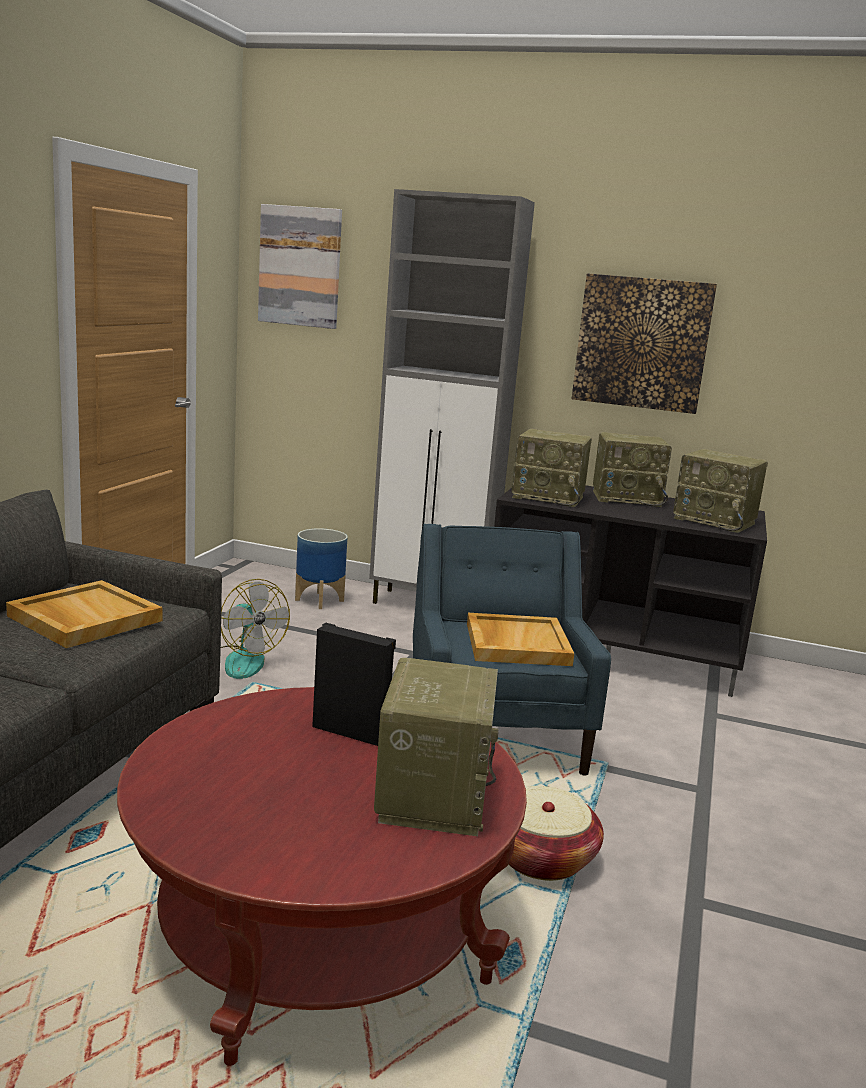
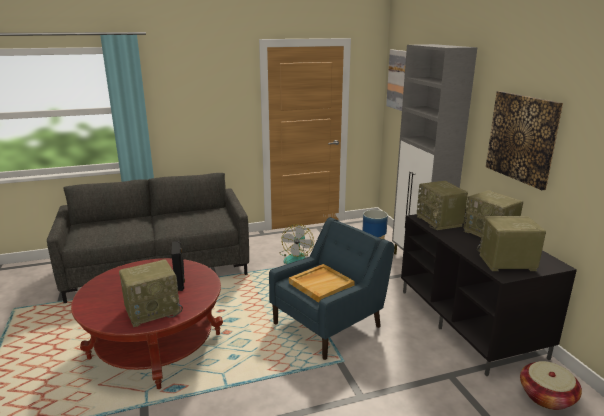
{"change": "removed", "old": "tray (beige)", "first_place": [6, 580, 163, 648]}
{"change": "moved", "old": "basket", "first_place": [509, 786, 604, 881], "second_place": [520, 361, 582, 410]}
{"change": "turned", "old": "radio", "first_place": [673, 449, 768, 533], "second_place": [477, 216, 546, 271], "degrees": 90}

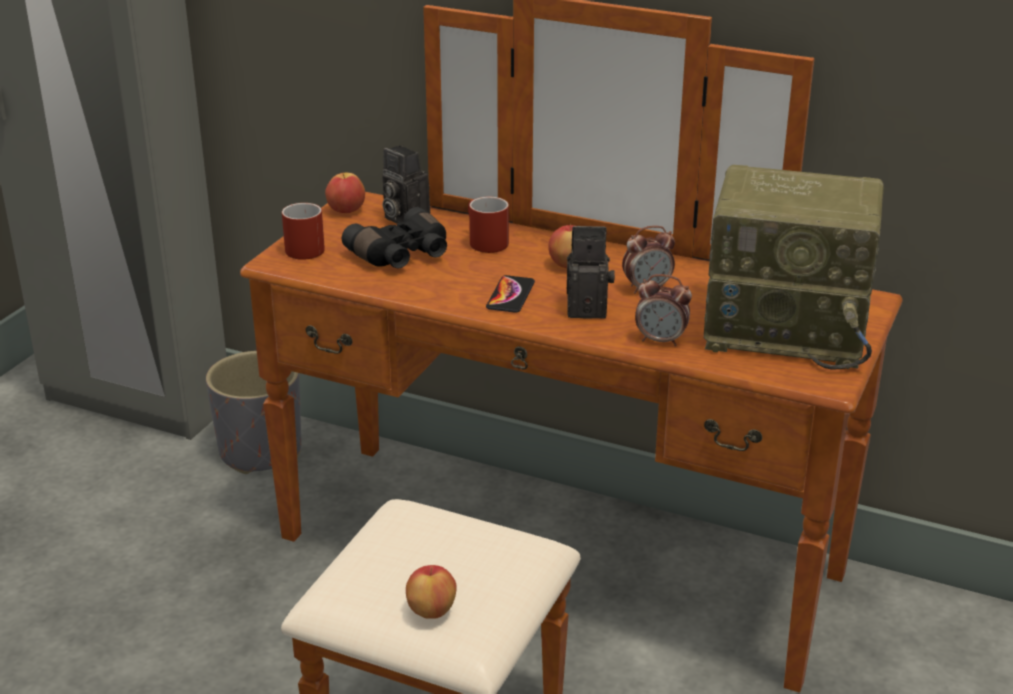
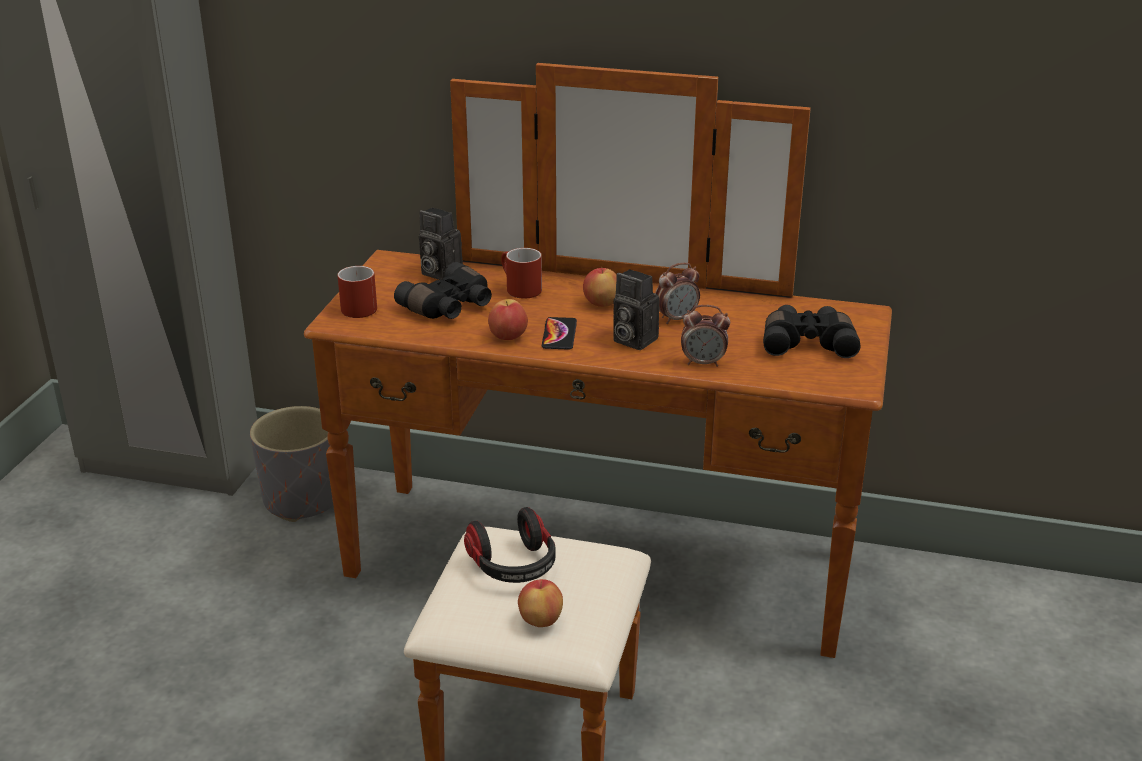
{"change": "added", "new": "headphones", "second_place": [464, 507, 556, 583]}
{"change": "moved", "old": "apple", "first_place": [325, 173, 365, 213], "second_place": [488, 299, 528, 340]}
{"change": "replaced", "old": "radio", "new": "binoculars (black)", "first_place": [703, 165, 884, 370], "second_place": [763, 305, 861, 358]}
{"change": "turned", "old": "photo camera", "first_place": [567, 226, 615, 319], "second_place": [613, 269, 660, 350], "degrees": -135}

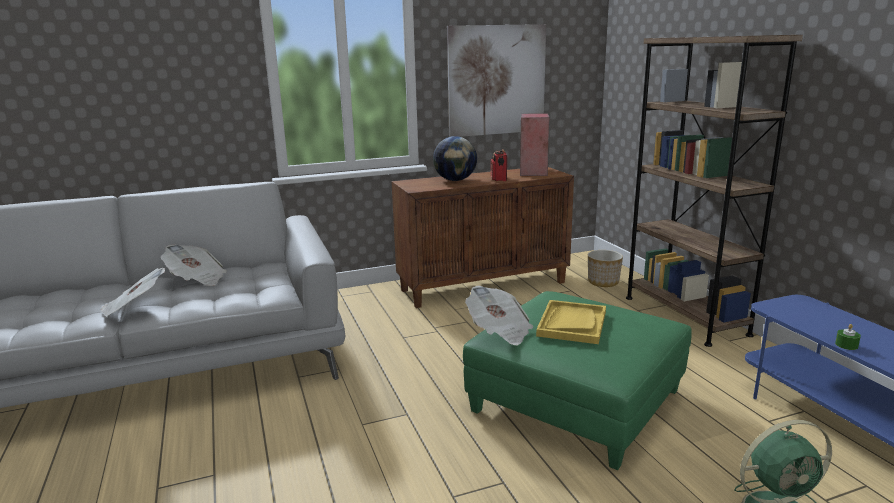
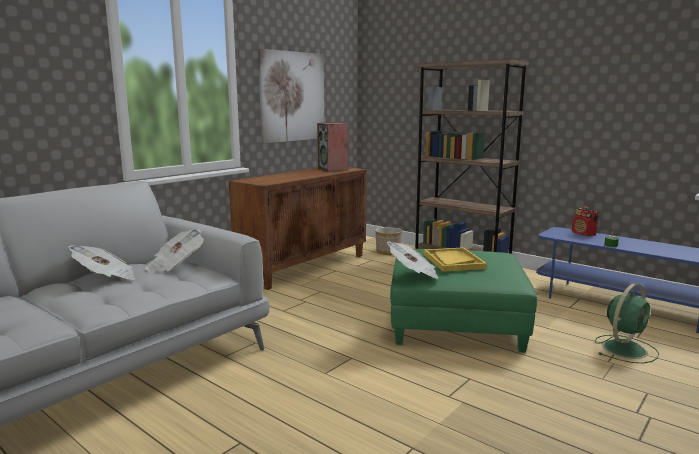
{"change": "removed", "old": "globe", "first_place": [433, 136, 477, 181]}
{"change": "moved", "old": "newspaper", "first_place": [101, 268, 165, 317], "second_place": [145, 229, 204, 272]}
{"change": "moved", "old": "radio", "first_place": [491, 149, 507, 181], "second_place": [572, 206, 599, 236]}

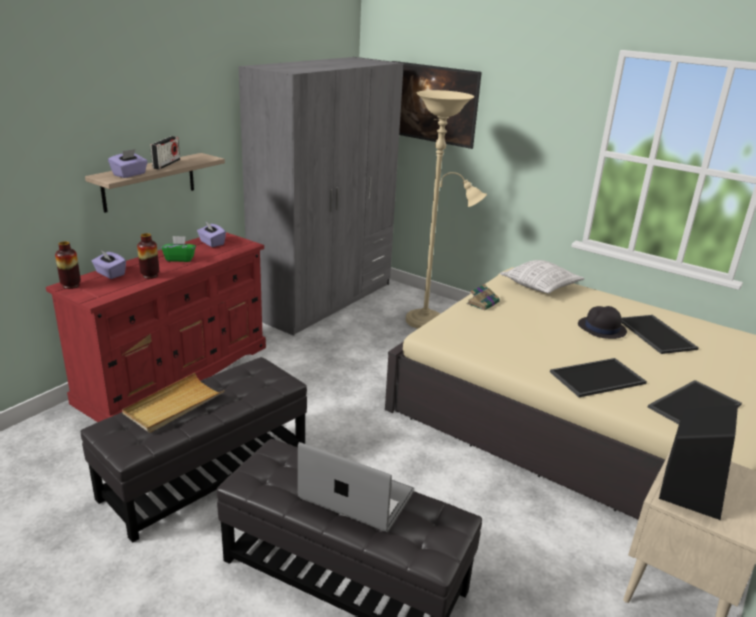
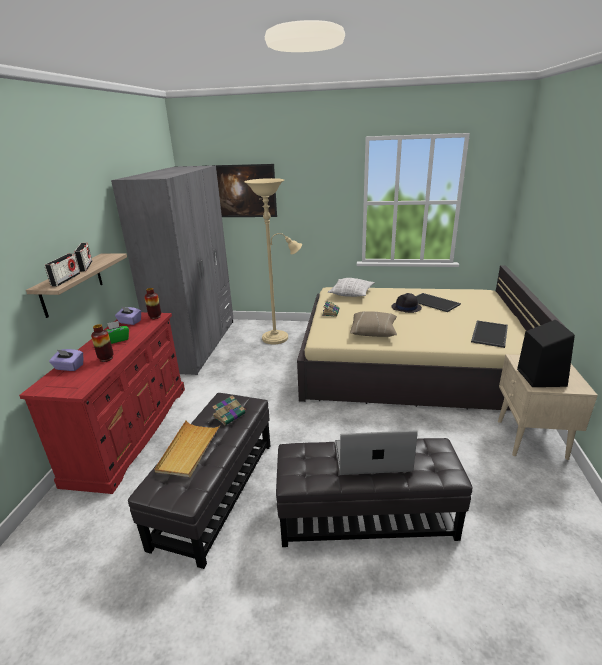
{"change": "removed", "old": "tray", "first_place": [550, 358, 647, 397]}
{"change": "added", "new": "book", "second_place": [212, 395, 246, 425]}
{"change": "added", "new": "pillow (beige)", "second_place": [350, 311, 397, 337]}
{"change": "moved", "old": "vase", "first_place": [55, 241, 81, 289], "second_place": [144, 288, 161, 319]}
{"change": "replaced", "old": "tissue box (purple)", "new": "radio", "first_place": [108, 149, 148, 178], "second_place": [45, 253, 80, 286]}

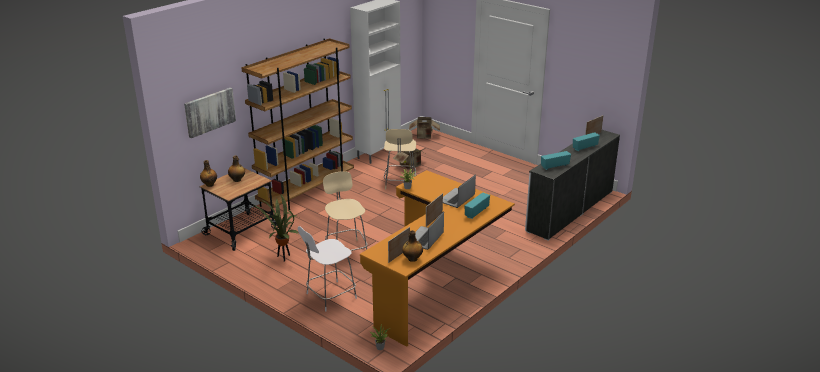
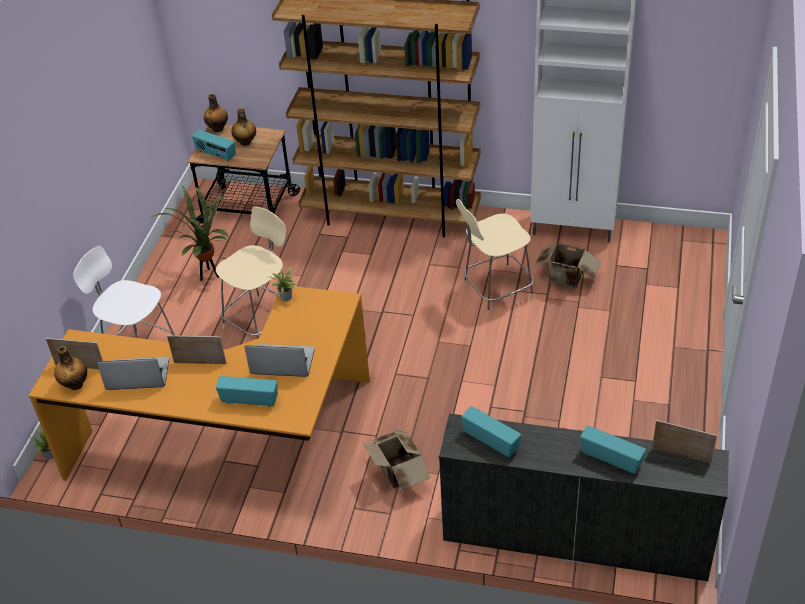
{"change": "removed", "old": "picture", "first_place": [184, 88, 236, 138]}
{"change": "added", "new": "radio", "second_place": [192, 130, 236, 162]}
{"change": "moved", "old": "cardboard box", "first_place": [409, 117, 440, 139], "second_place": [362, 429, 430, 490]}

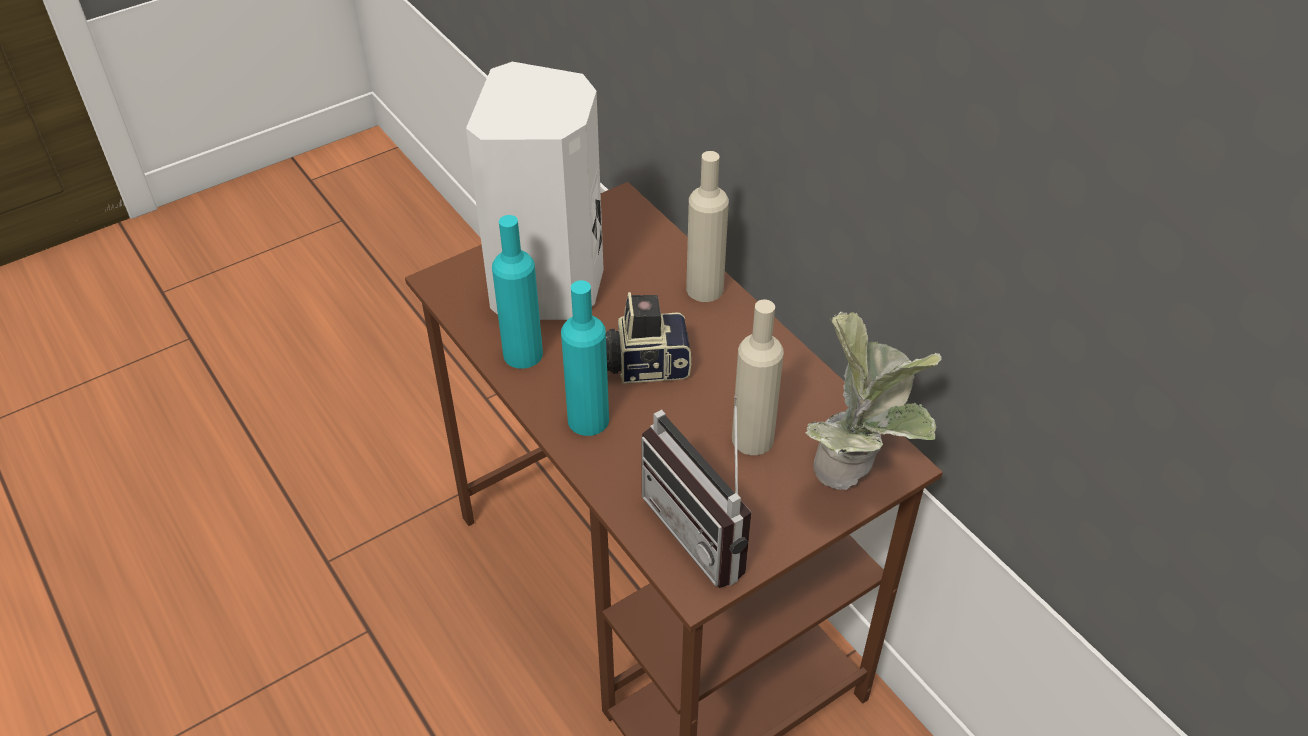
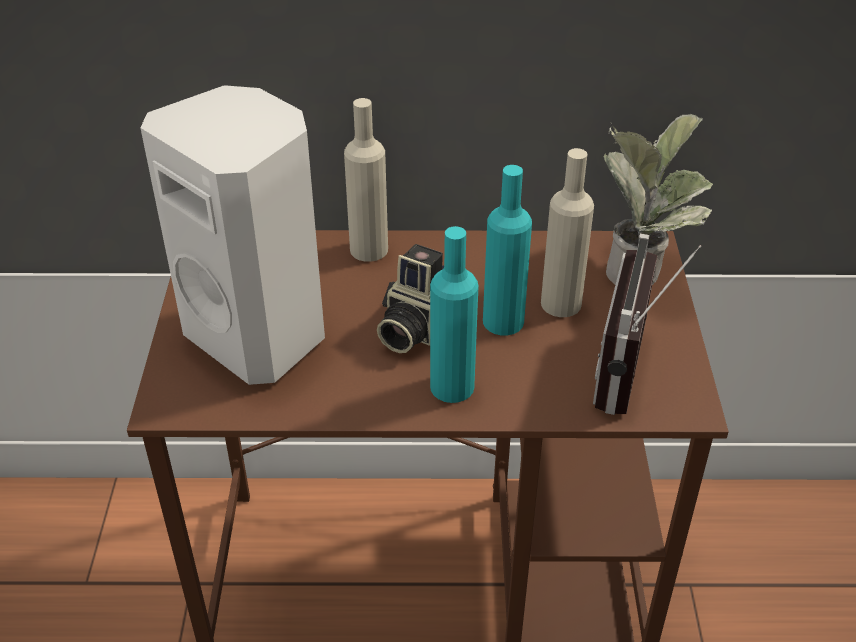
{"change": "moved", "old": "bottle (turquoise)", "first_place": [492, 215, 543, 369], "second_place": [483, 165, 532, 335]}
{"change": "turned", "old": "radio", "first_place": [641, 396, 752, 588], "second_place": [593, 234, 701, 415], "degrees": 105}

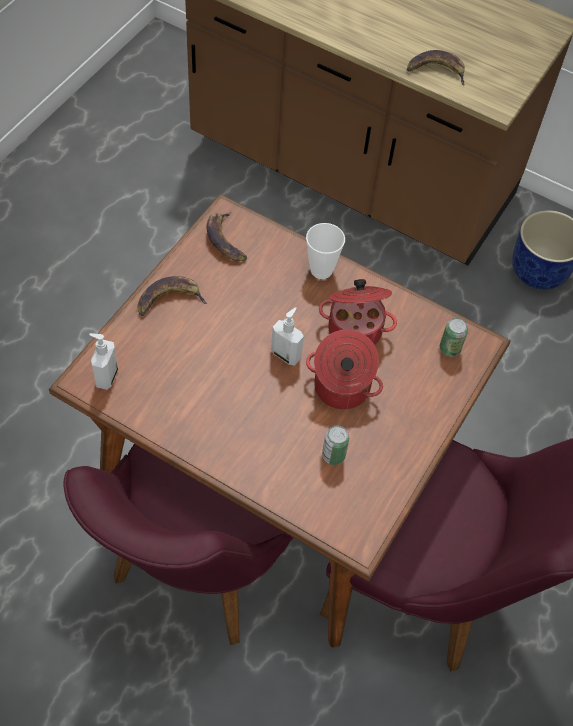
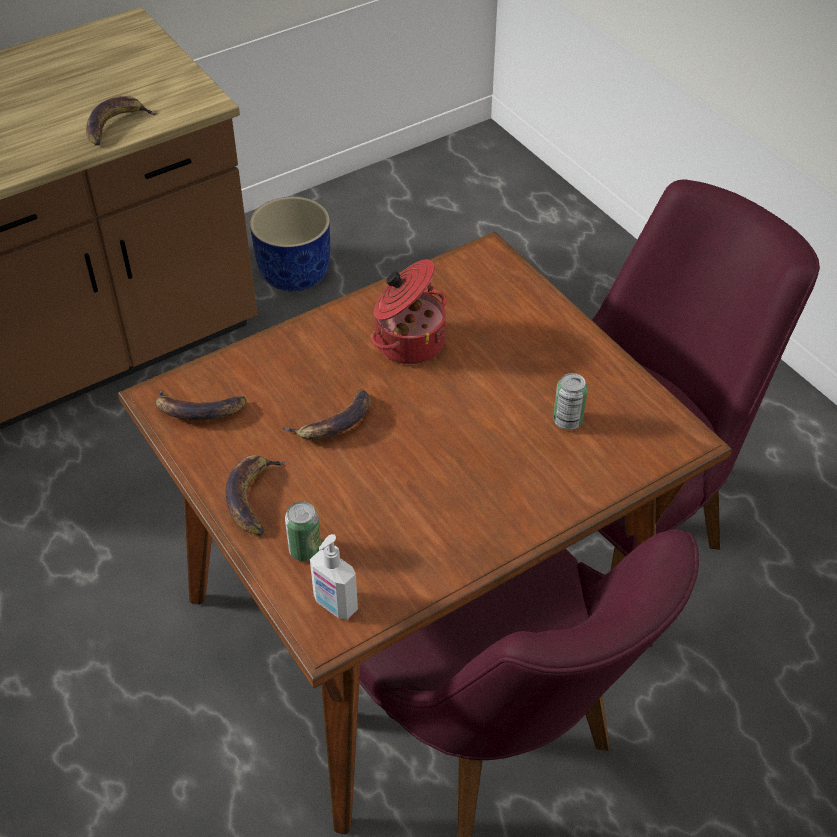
{"change": "removed", "old": "soap dispenser", "first_place": [271, 307, 304, 366]}
{"change": "removed", "old": "cup", "first_place": [306, 223, 345, 279]}
{"change": "removed", "old": "cooking pot", "first_place": [306, 330, 383, 409]}
{"change": "added", "new": "banana", "second_place": [283, 389, 371, 440]}
{"change": "moved", "old": "can", "first_place": [440, 318, 468, 357], "second_place": [285, 501, 321, 561]}

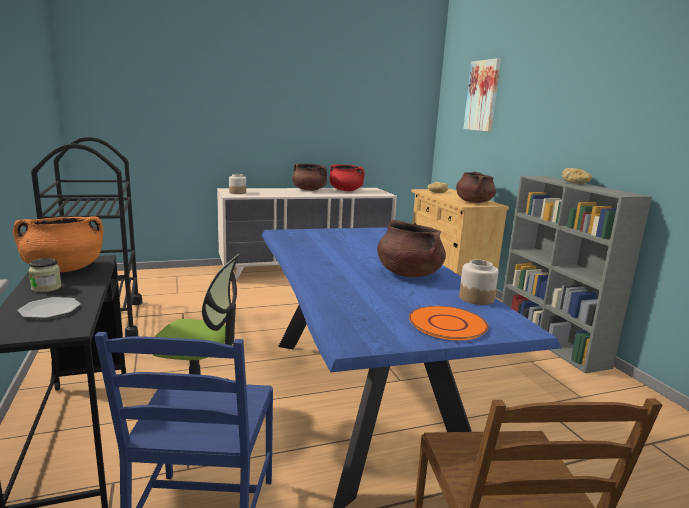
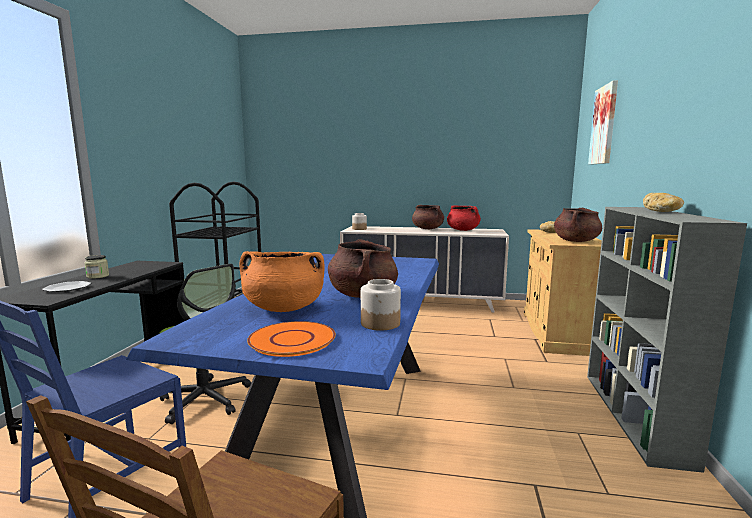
{"change": "moved", "old": "cooking pot (orange)", "first_place": [13, 216, 103, 272], "second_place": [240, 251, 325, 312]}

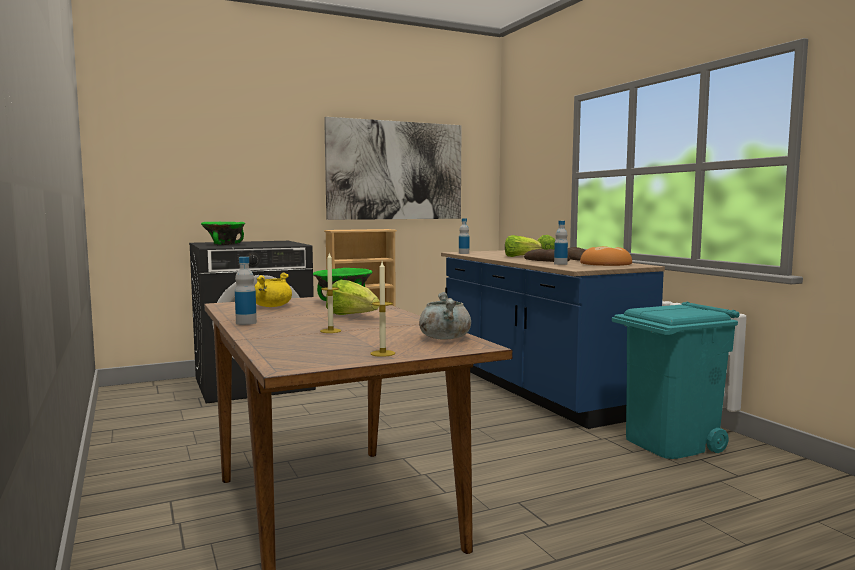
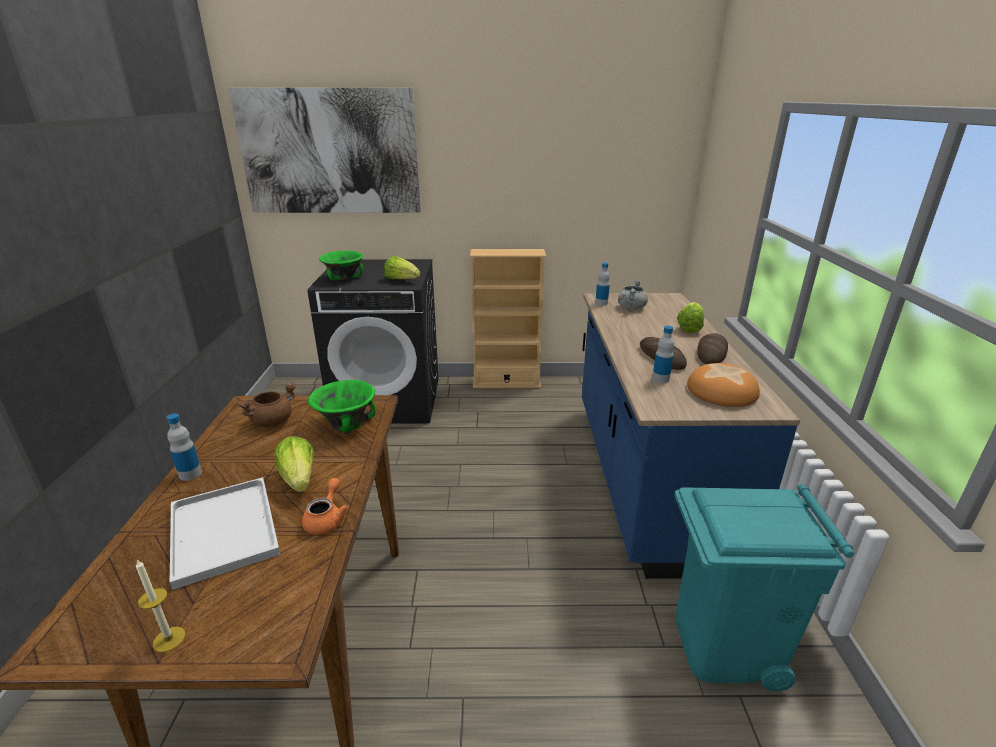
{"change": "added", "new": "teapot (orange)", "second_place": [302, 478, 349, 535]}
{"change": "moved", "old": "picture", "first_place": [324, 117, 462, 220], "second_place": [229, 88, 421, 213]}
{"change": "moved", "old": "cooking pot (grey)", "first_place": [419, 292, 471, 340], "second_place": [618, 280, 648, 309]}
{"change": "moved", "old": "lettuce", "first_place": [505, 235, 542, 257], "second_place": [384, 256, 420, 279]}
{"change": "replaced", "old": "candle", "new": "tray (white)", "first_place": [320, 253, 342, 333], "second_place": [170, 477, 280, 590]}
{"change": "recoloured", "old": "cooking pot (yellow)", "new": "cooking pot (brown)", "first_place": [254, 272, 292, 307], "second_place": [239, 383, 296, 427]}

